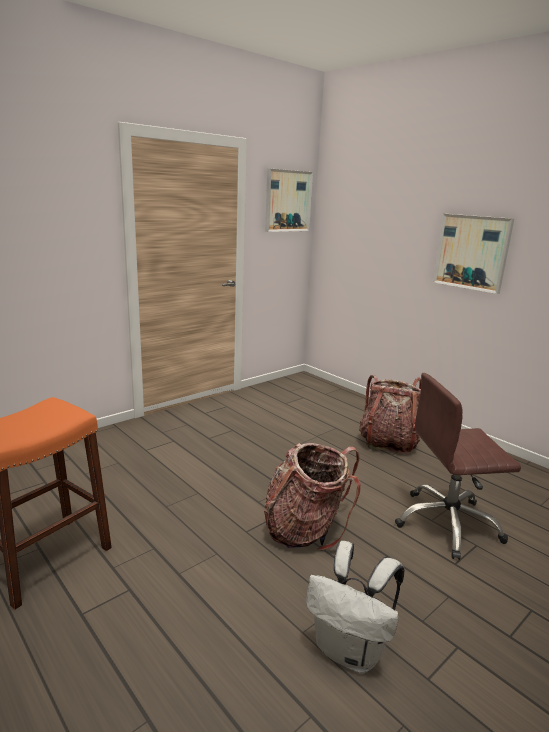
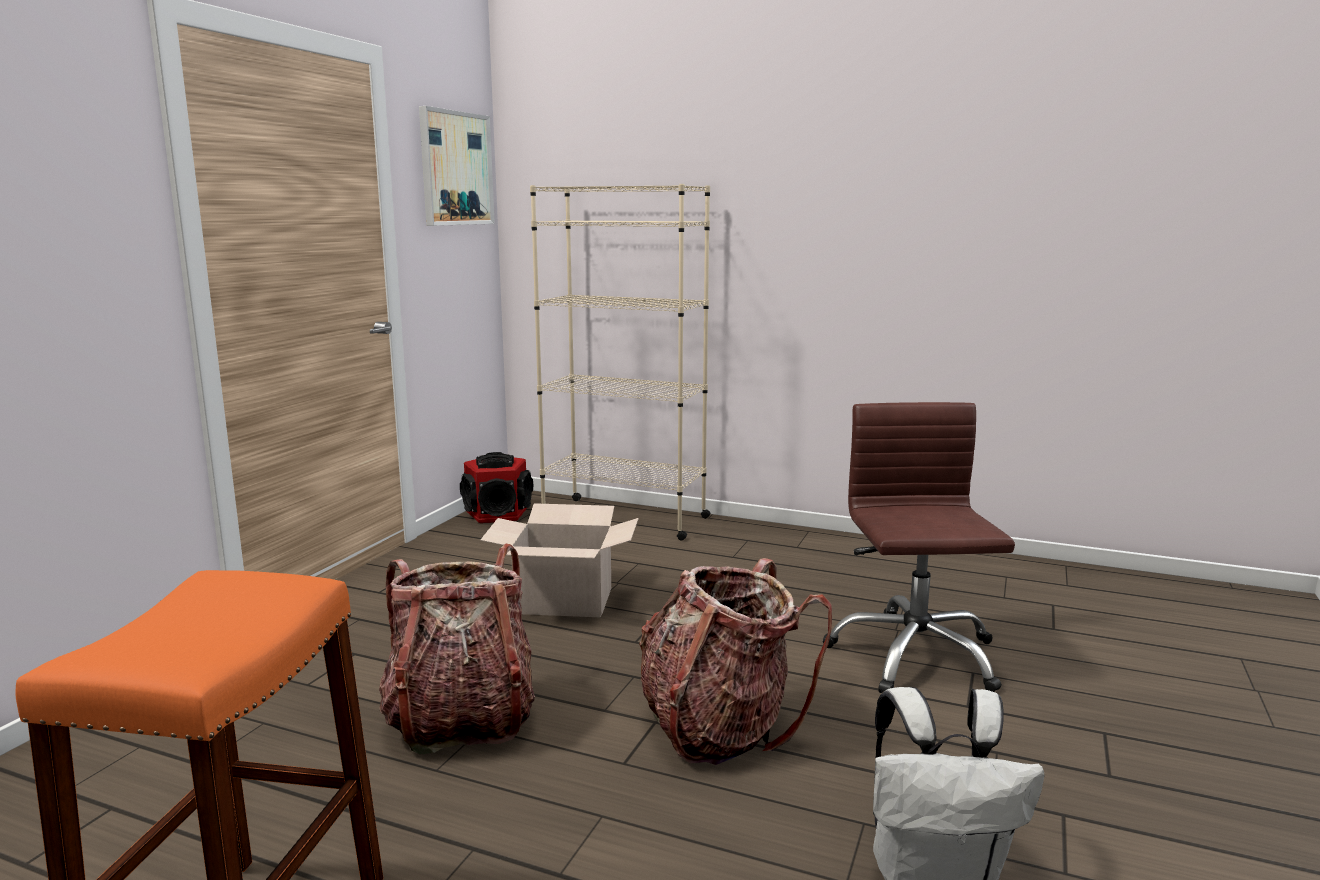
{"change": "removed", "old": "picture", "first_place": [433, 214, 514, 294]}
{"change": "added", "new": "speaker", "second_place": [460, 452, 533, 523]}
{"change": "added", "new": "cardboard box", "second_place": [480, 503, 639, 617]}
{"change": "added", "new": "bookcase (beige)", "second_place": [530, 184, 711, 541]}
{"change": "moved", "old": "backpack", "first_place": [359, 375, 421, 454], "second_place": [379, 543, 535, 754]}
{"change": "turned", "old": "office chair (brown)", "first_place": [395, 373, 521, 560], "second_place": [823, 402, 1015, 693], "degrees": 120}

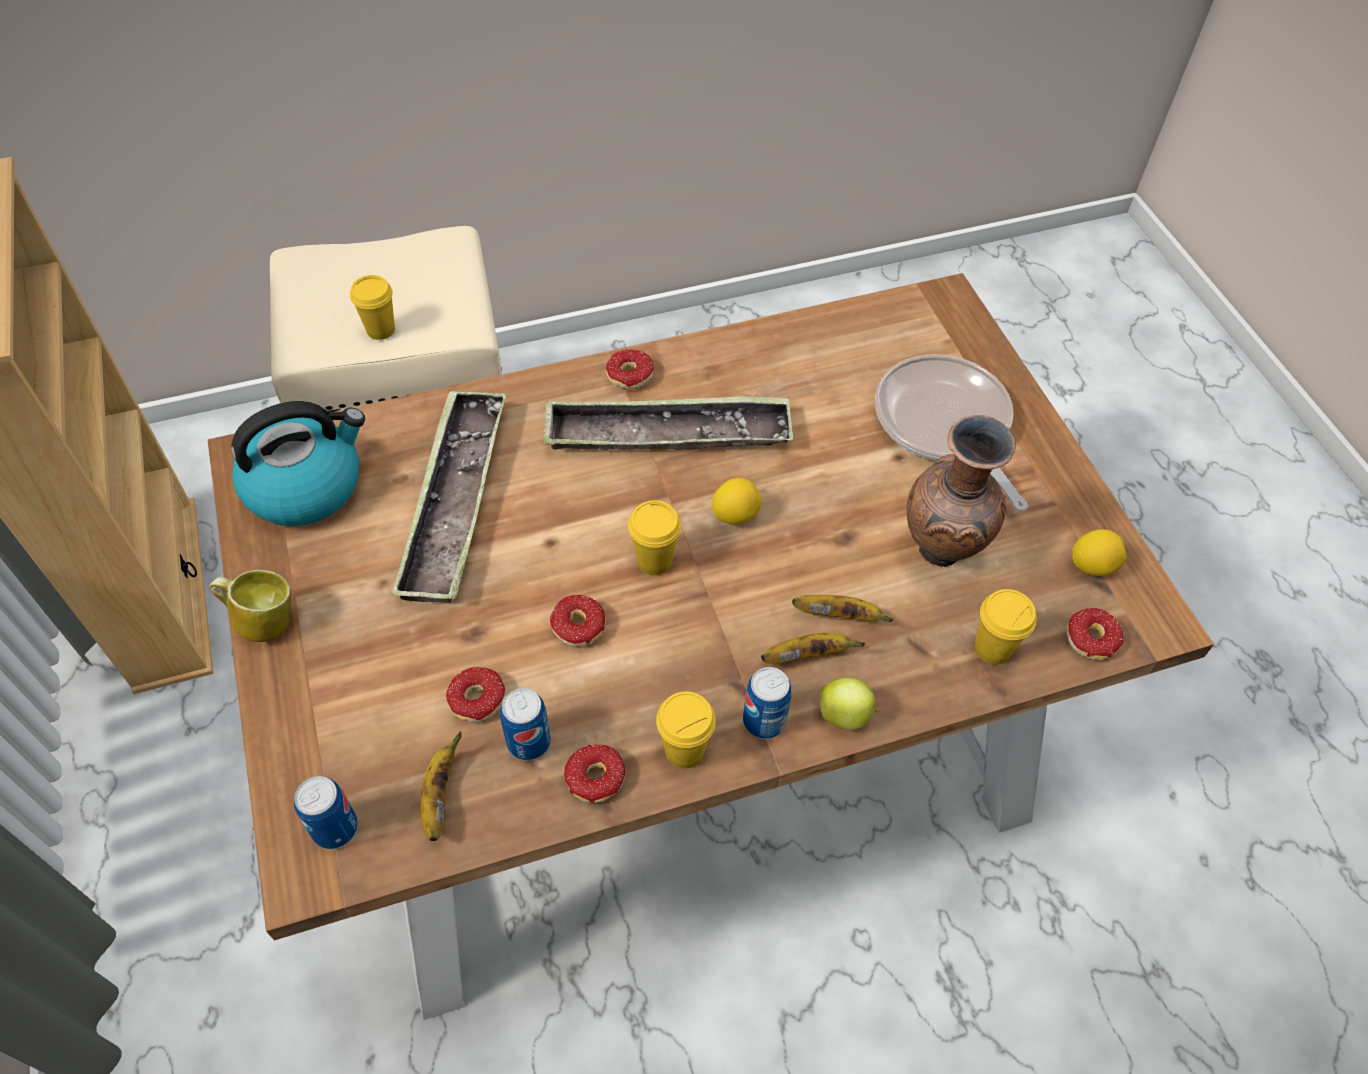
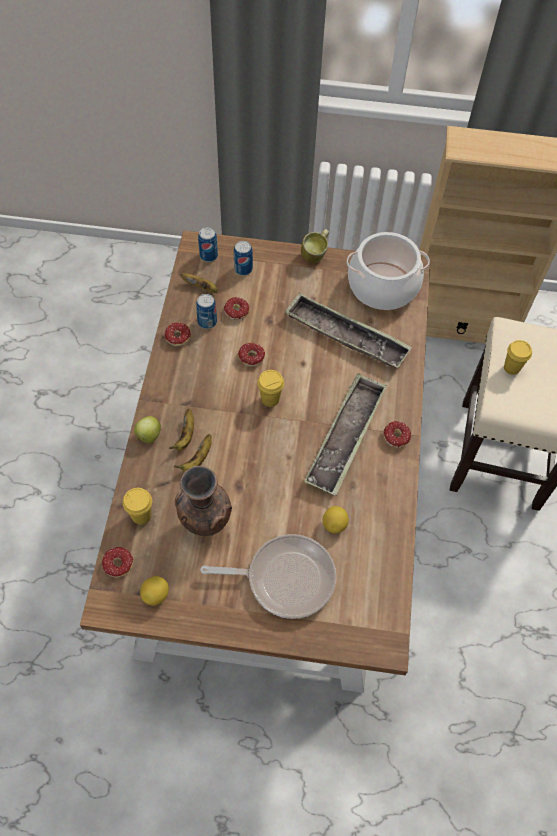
{"change": "removed", "old": "cup (yellow)", "first_place": [656, 691, 716, 769]}
{"change": "moved", "old": "lemon", "first_place": [711, 478, 762, 524], "second_place": [323, 506, 349, 533]}
{"change": "moved", "old": "can", "first_place": [743, 667, 791, 739], "second_place": [234, 241, 253, 275]}
{"change": "replaced", "old": "kettle", "new": "cooking pot", "first_place": [231, 401, 365, 526], "second_place": [347, 232, 430, 310]}

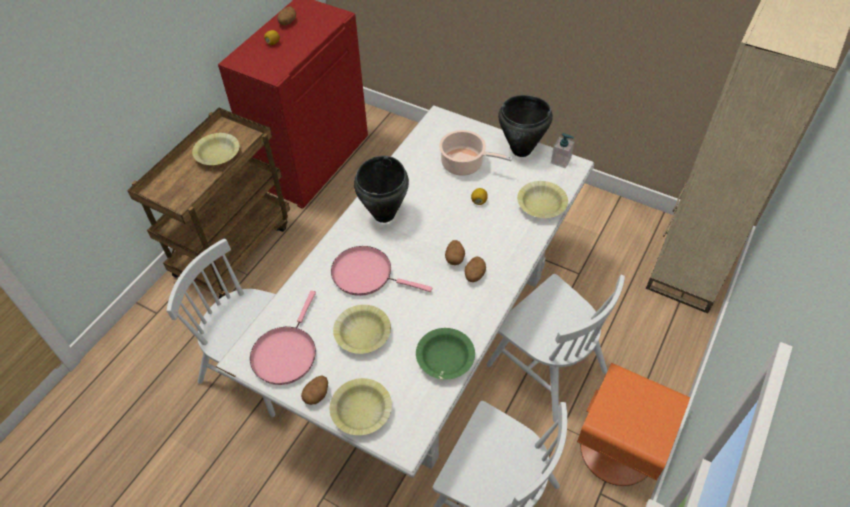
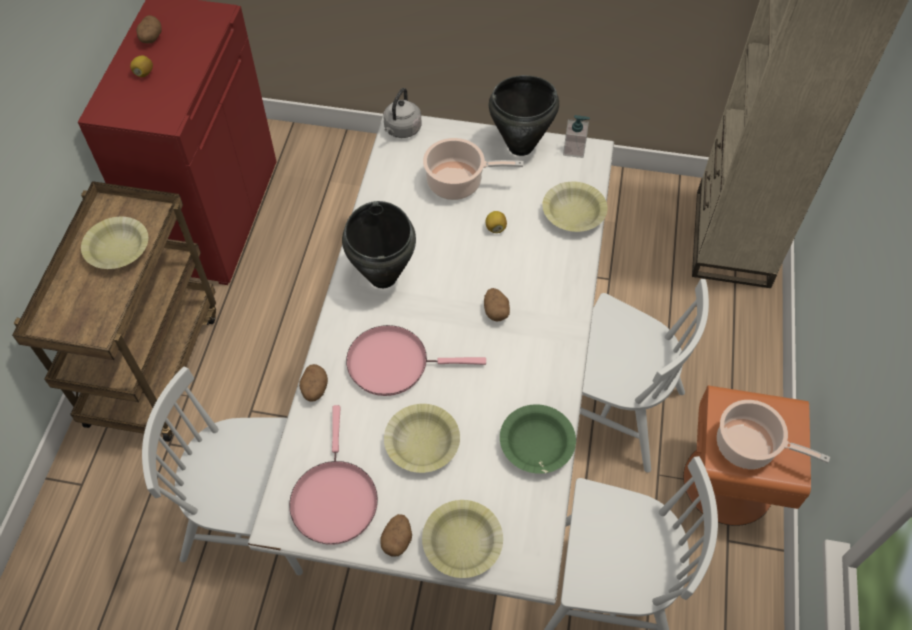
{"change": "added", "new": "kettle (grey)", "second_place": [383, 88, 422, 138]}
{"change": "added", "new": "cooking pot", "second_place": [717, 400, 830, 469]}
{"change": "moved", "old": "potato", "first_place": [464, 257, 486, 282], "second_place": [299, 364, 328, 402]}

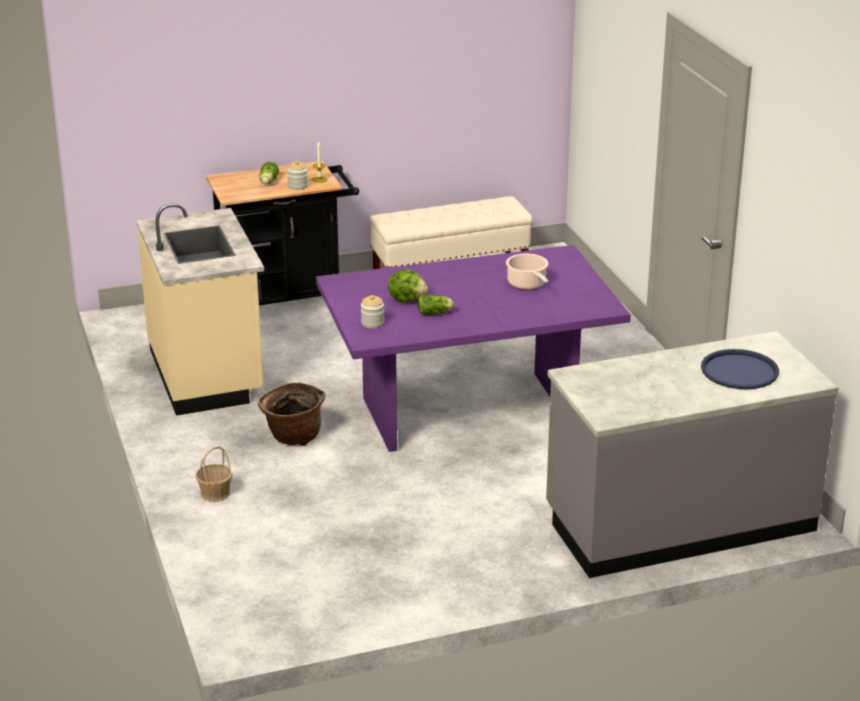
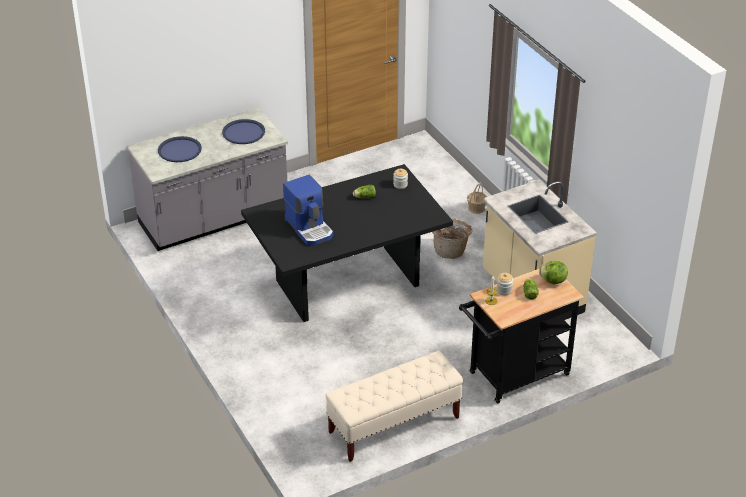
{"change": "added", "new": "tray (blue)", "second_place": [222, 119, 265, 144]}
{"change": "moved", "old": "lettuce", "first_place": [388, 269, 428, 302], "second_place": [539, 261, 568, 285]}
{"change": "replaced", "old": "cooking pot", "new": "coffee machine", "first_place": [506, 253, 549, 289], "second_place": [283, 175, 333, 246]}
{"change": "recoloured", "old": "dining table (purple)", "new": "dining table (black)", "first_place": [316, 245, 631, 452], "second_place": [241, 164, 453, 322]}

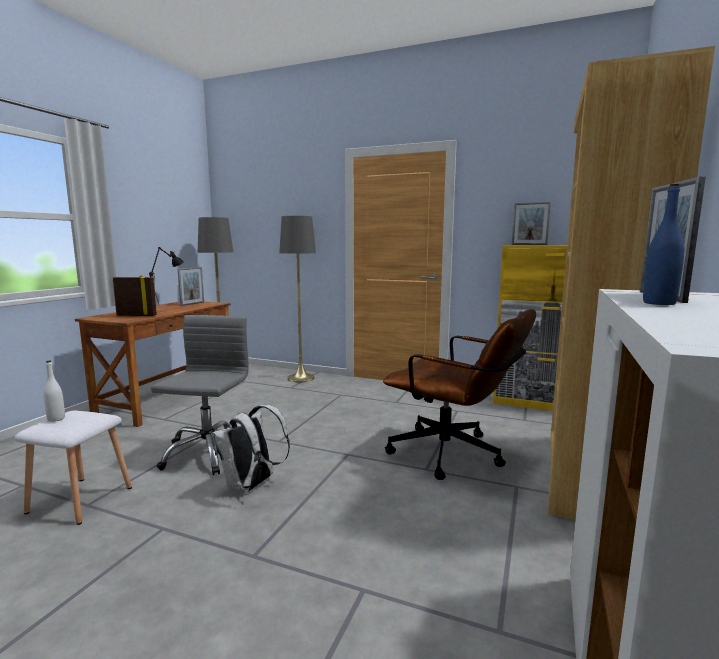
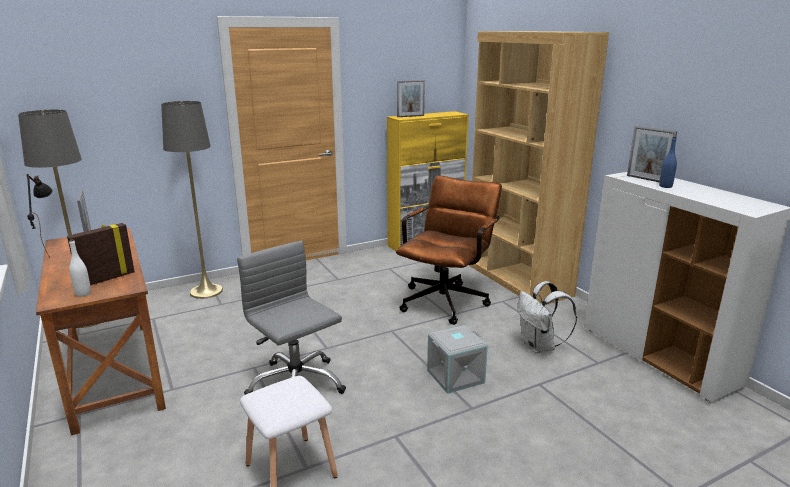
{"change": "added", "new": "storage box (grey)", "second_place": [427, 325, 488, 394]}
{"change": "moved", "old": "bottle (white)", "first_place": [43, 361, 65, 422], "second_place": [69, 239, 91, 297]}
{"change": "moved", "old": "backpack (white)", "first_place": [211, 405, 290, 493], "second_place": [517, 281, 577, 353]}
{"change": "turned", "old": "office chair (brown)", "first_place": [383, 309, 536, 480], "second_place": [396, 175, 502, 325], "degrees": -45}

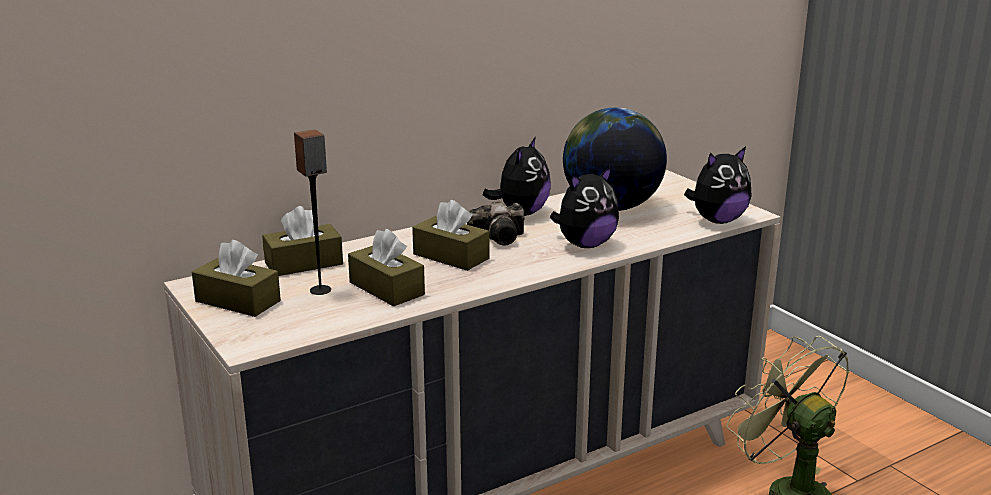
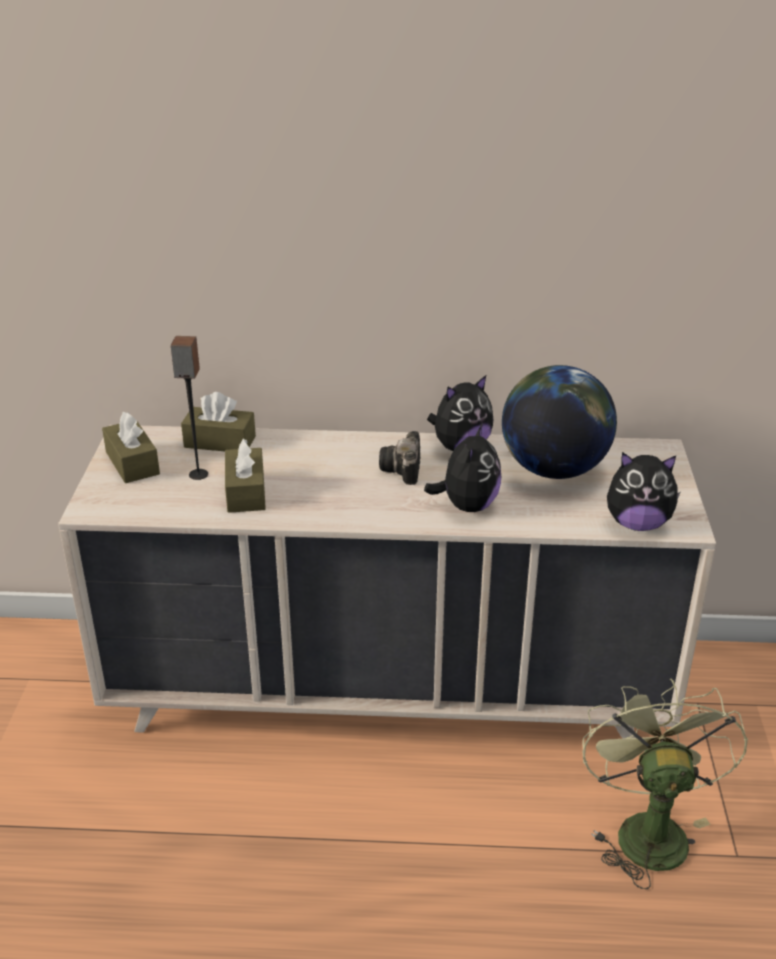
{"change": "removed", "old": "tissue box (brown)", "first_place": [412, 200, 489, 271]}
{"change": "turned", "old": "photo camera", "first_place": [467, 201, 524, 246], "second_place": [379, 431, 421, 485], "degrees": 75}
{"change": "turned", "old": "plush toy", "first_place": [550, 166, 619, 248], "second_place": [424, 423, 501, 512], "degrees": -75}

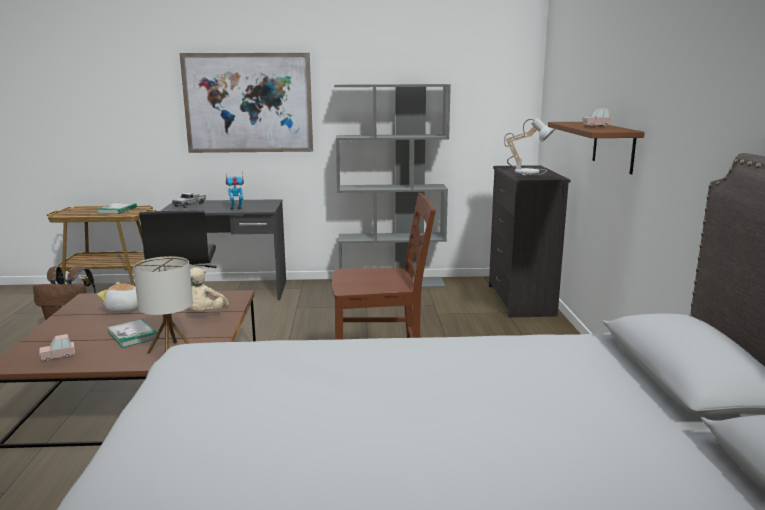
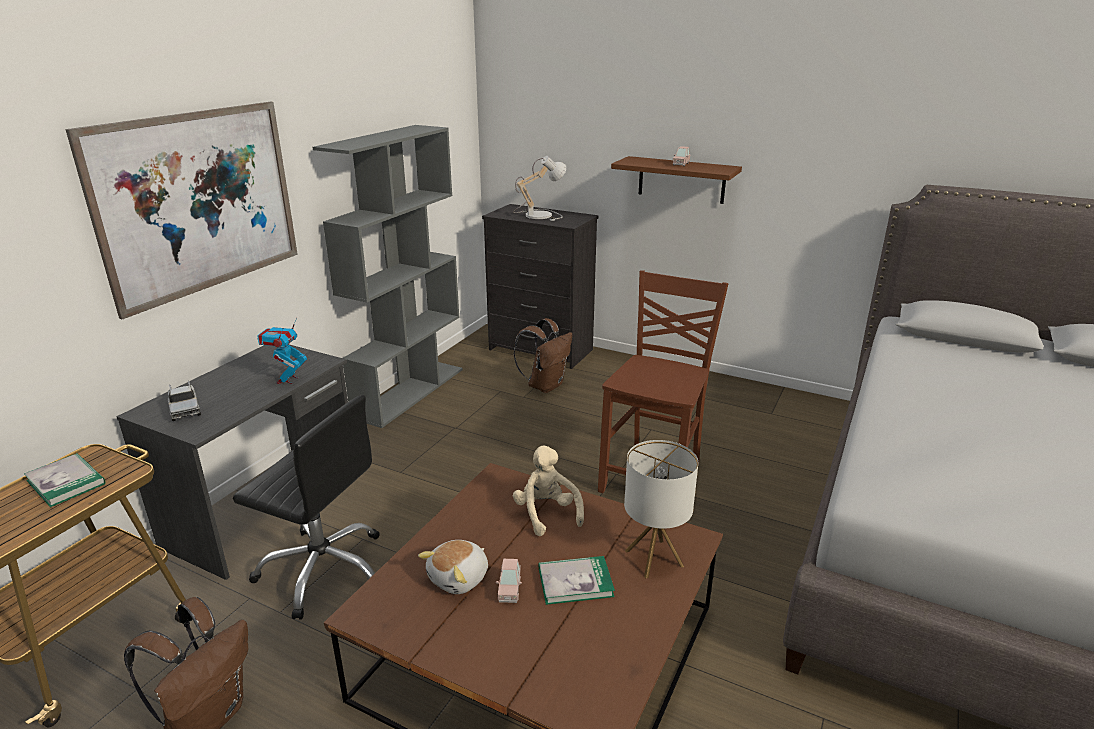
{"change": "added", "new": "backpack (brown)", "second_place": [514, 318, 572, 393]}
{"change": "moved", "old": "toy car (pink)", "first_place": [39, 334, 75, 362], "second_place": [496, 559, 522, 603]}
{"change": "turned", "old": "plush toy (beige)", "first_place": [189, 267, 229, 312], "second_place": [513, 445, 584, 536], "degrees": -150}

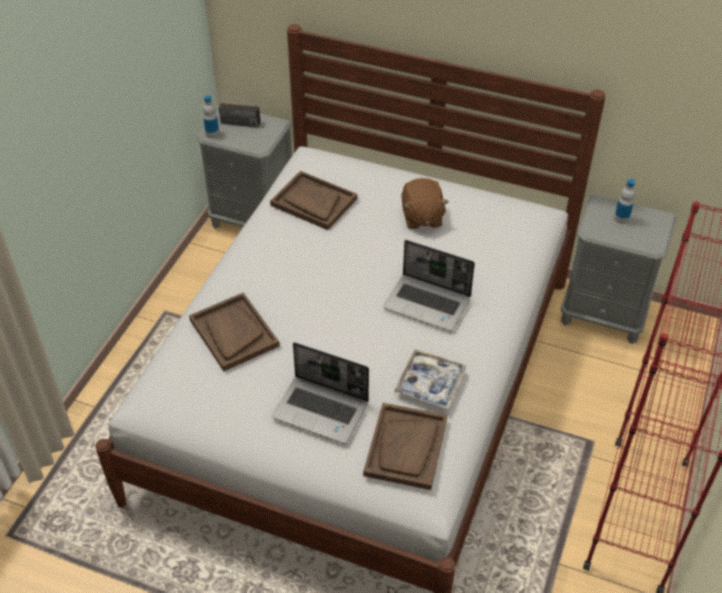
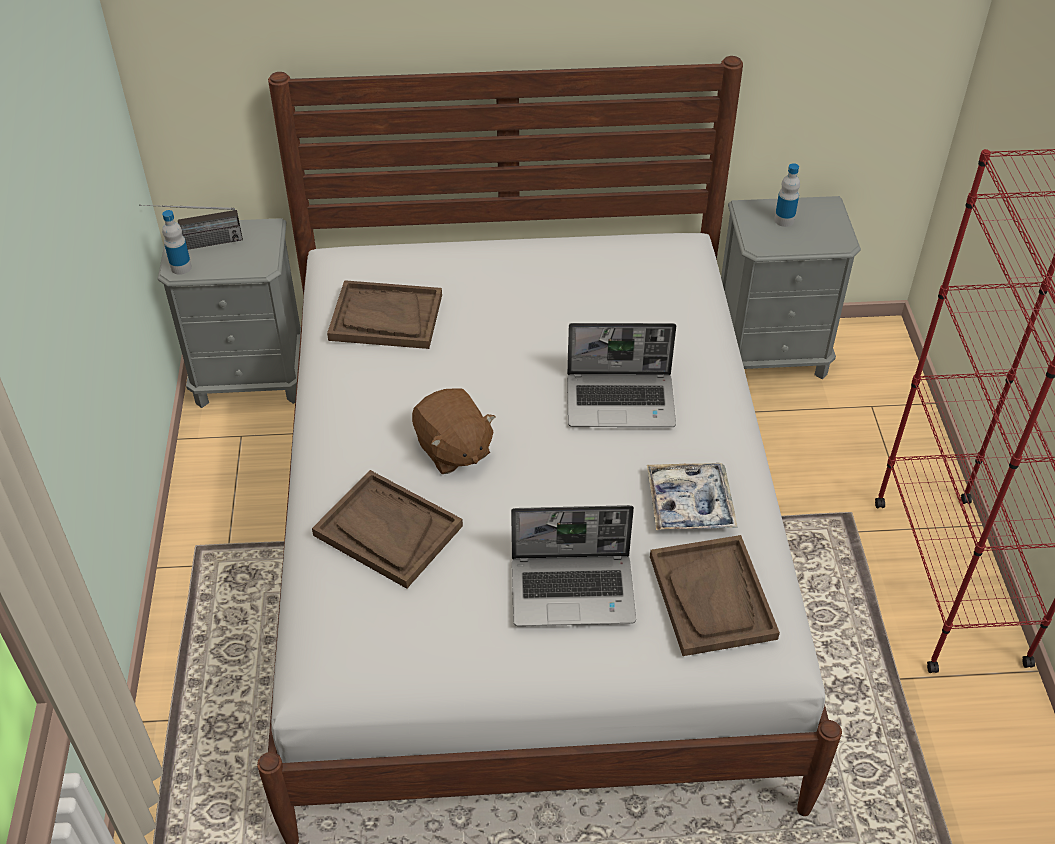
{"change": "moved", "old": "plush toy (brown)", "first_place": [402, 178, 449, 229], "second_place": [412, 389, 496, 474]}

